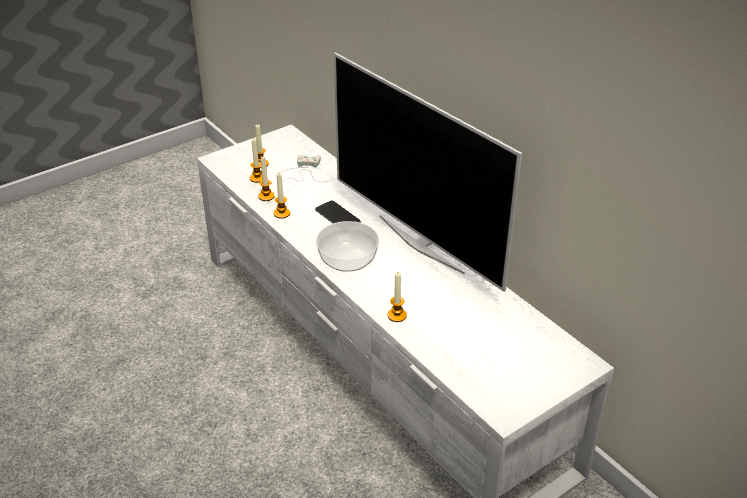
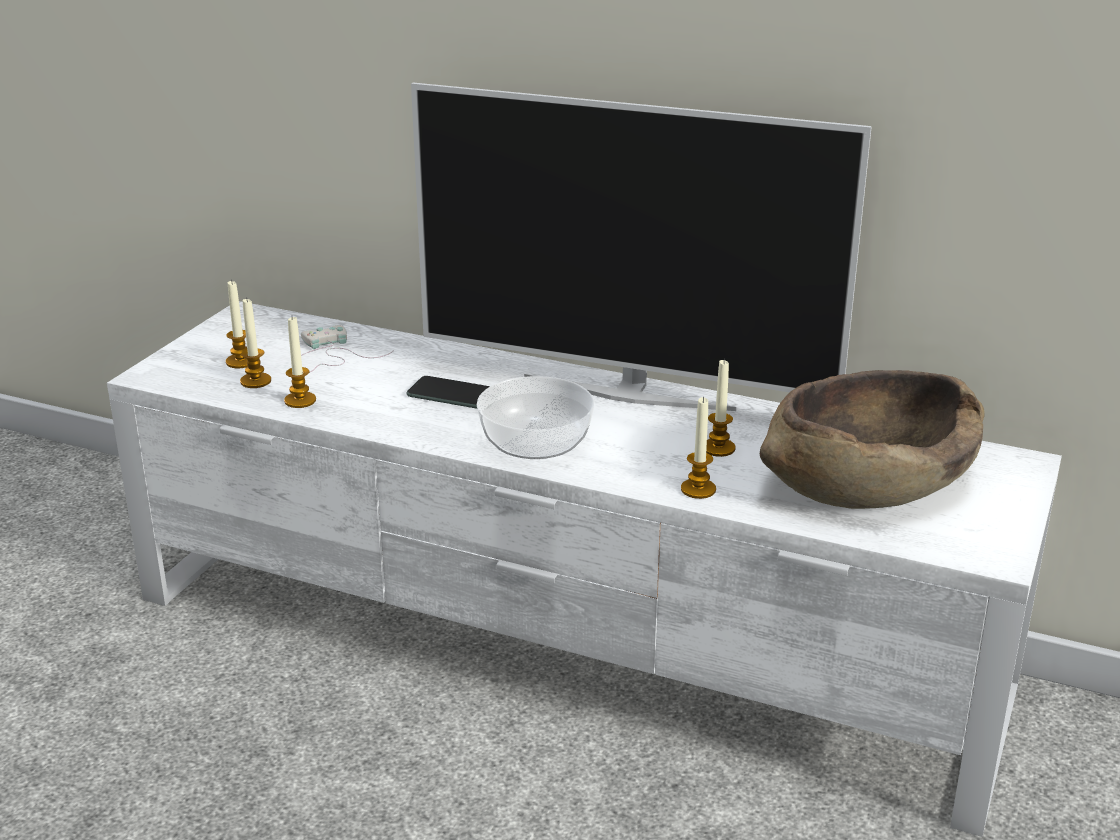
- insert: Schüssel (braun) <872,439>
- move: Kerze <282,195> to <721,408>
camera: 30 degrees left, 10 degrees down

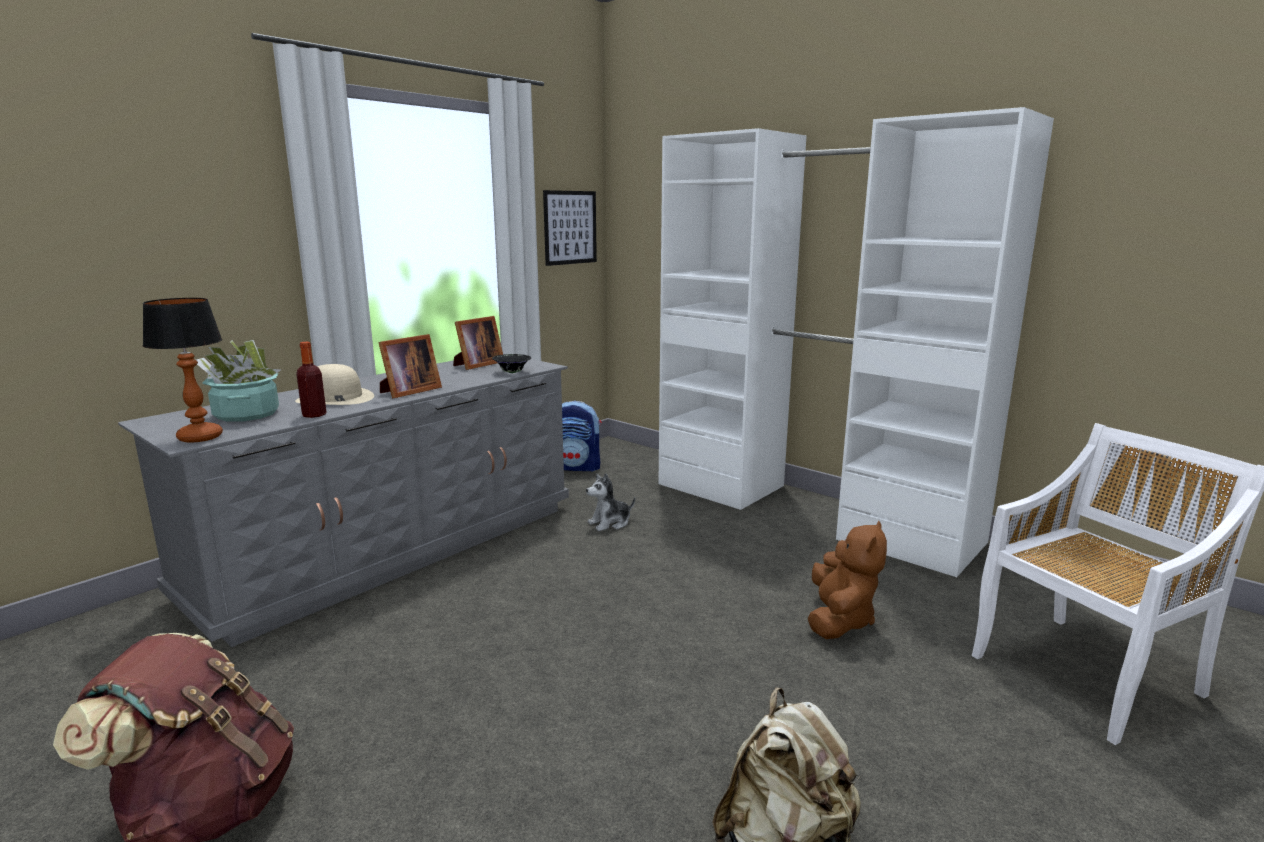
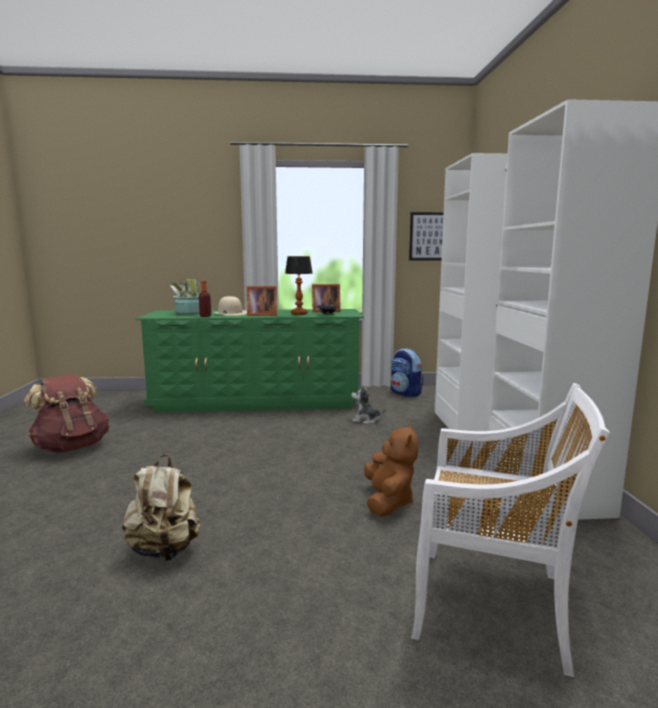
- move: Tischlampe <183,370> to <299,285>
- recolor: Kommode (grau) <343,503> to Kommode (grün) <250,360>
- rotate: Plüschtier (braun) <847,580> = <391,470> 60 degrees counterclockwise
camera: 45 degrees right, 5 degrees down

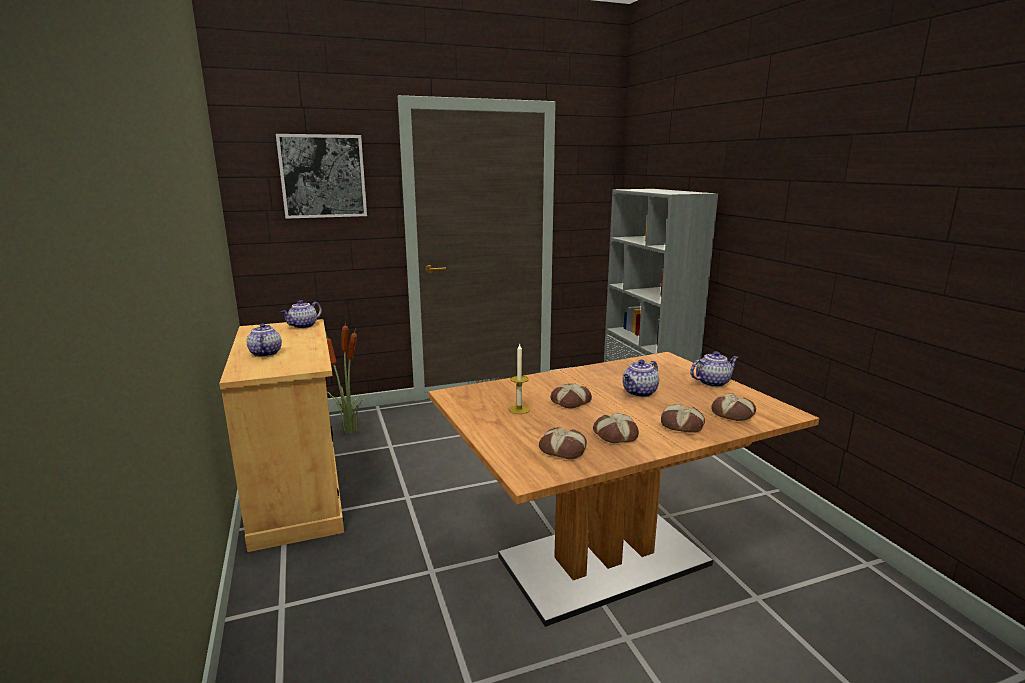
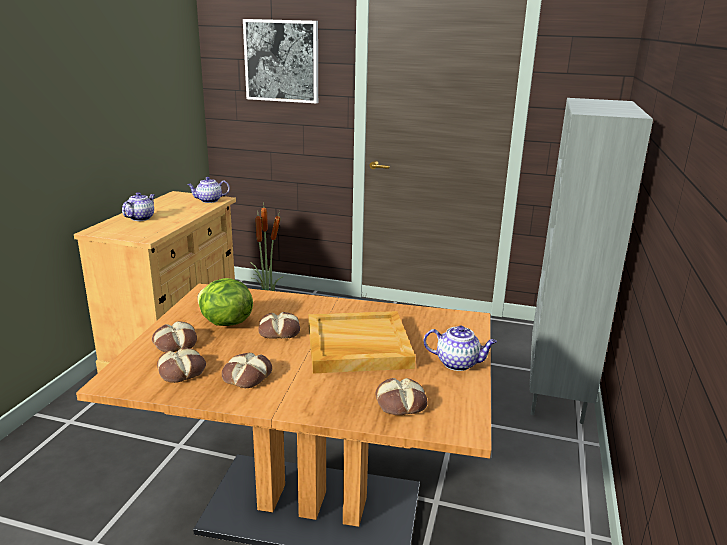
- move: Brot <683,418> to <174,336>
- replace: Kerze <519,379> to Salatkopf <225,302>
- replace: Teekanne <641,378> to Tablett (beige) <361,342>
camera: 35 degrees right, 5 degrees up

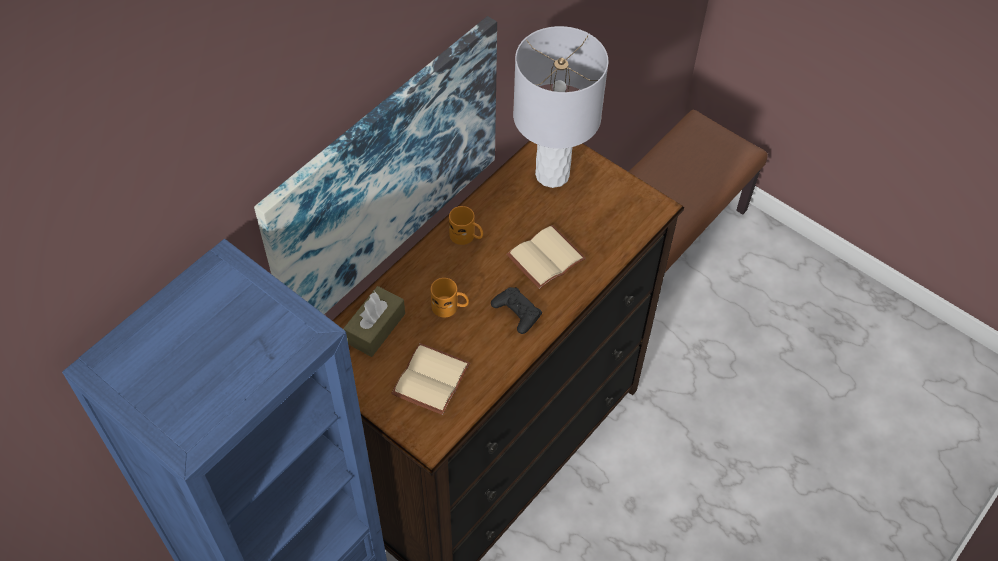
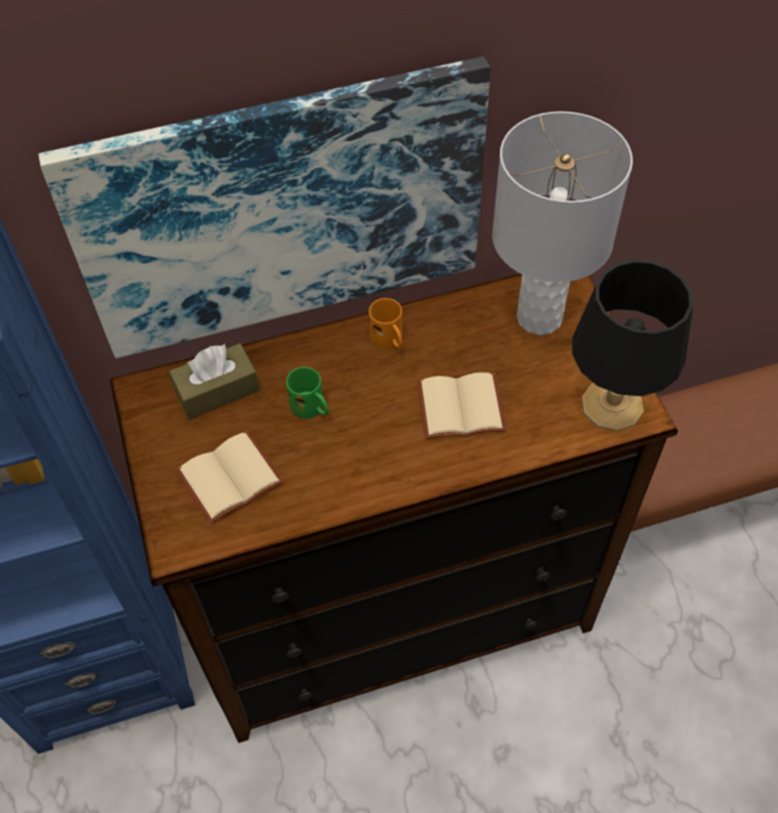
- delete: Gamepad (schwarz) <516,310>
- insert: Tischlampe (schwarz) <632,345>
- recolor: Henkelbecher (orange) <450,298> to Henkelbecher (grün) <307,393>
camera: 35 degrees right, 0 degrees up

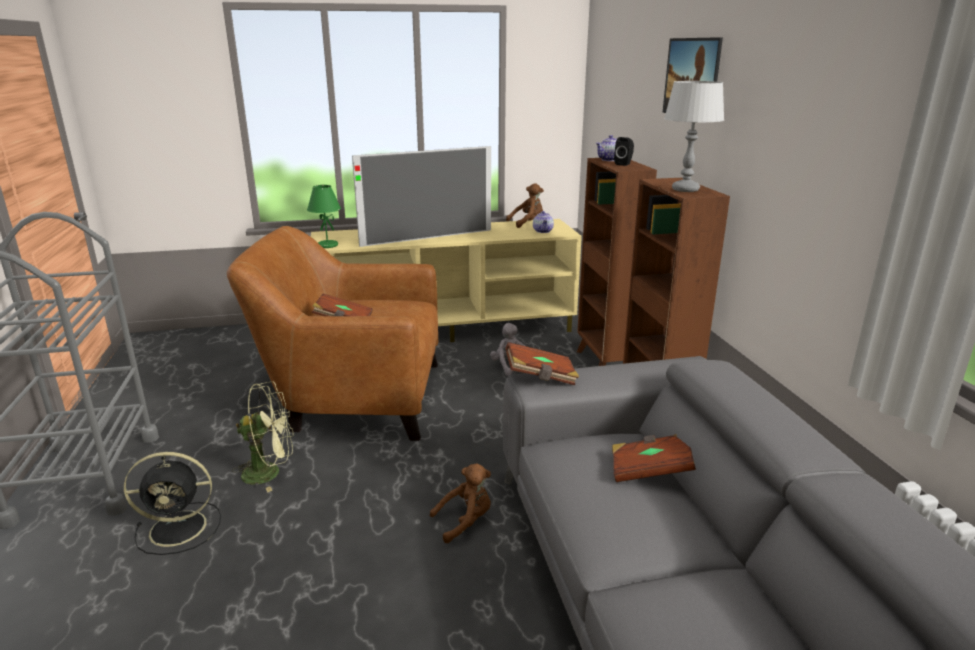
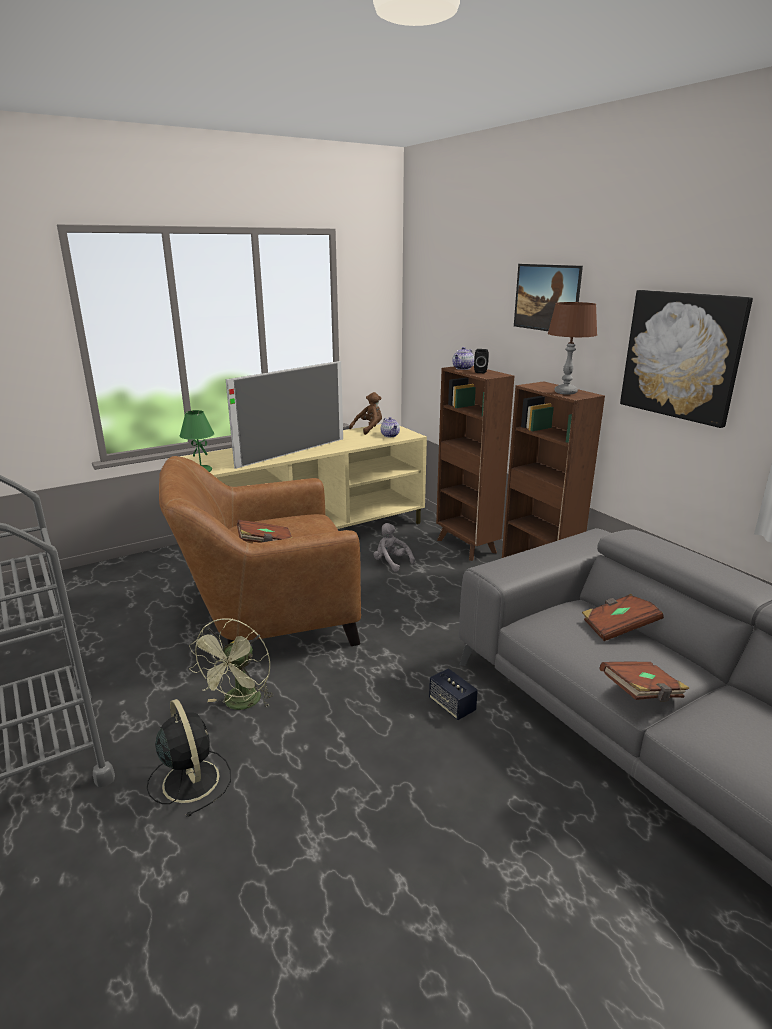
- insert: Bild <686,359>
- move: Buch (braun) <542,363> to <644,682>
- replace: Plüschtier (braun) <460,503> to Lautsprecher <453,694>
- recolor: Tischlampe (grau) <694,136> to Tischlampe (braun) <572,348>
- rotate: Ventilator (schwarz) <172,503> = <189,758> 90 degrees counterclockwise
- rotate: Ventilator (grün) <263,437> = <231,664> 135 degrees clockwise
camera: 20 degrees left, 0 degrees up

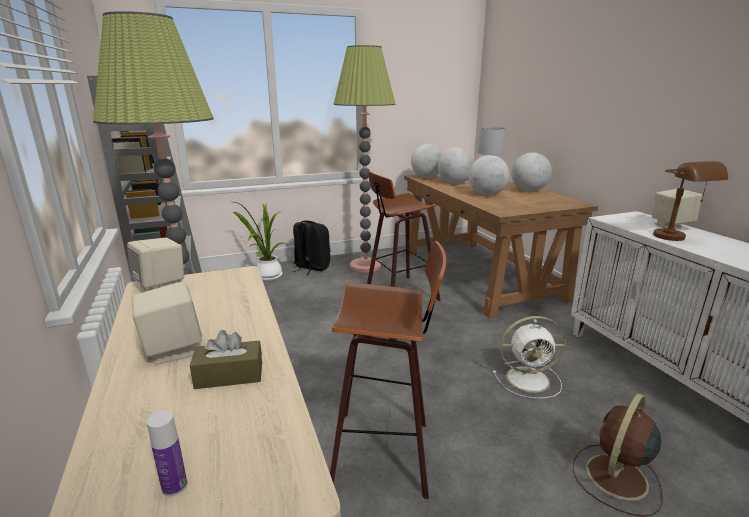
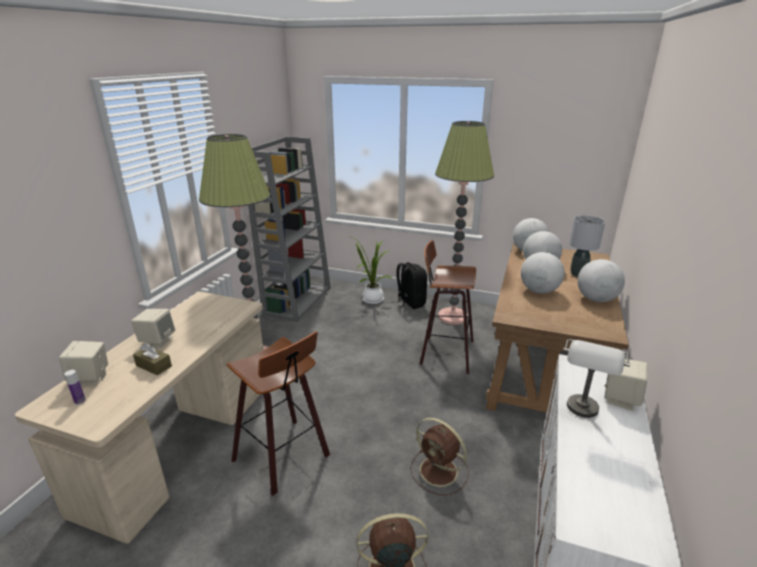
- move: Lautsprecher (beige) <155,264> to <83,363>
- recolor: Ventilator (weiß) <529,357> to Ventilator (braun) <439,456>
- recolor: Tischlampe (braun) <690,201> to Tischlampe (grau) <596,378>
camera: 40 degrees right, 5 degrees up

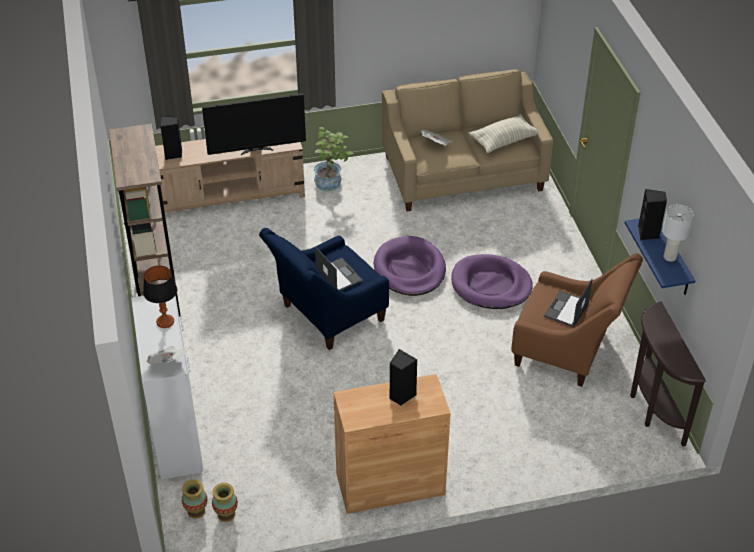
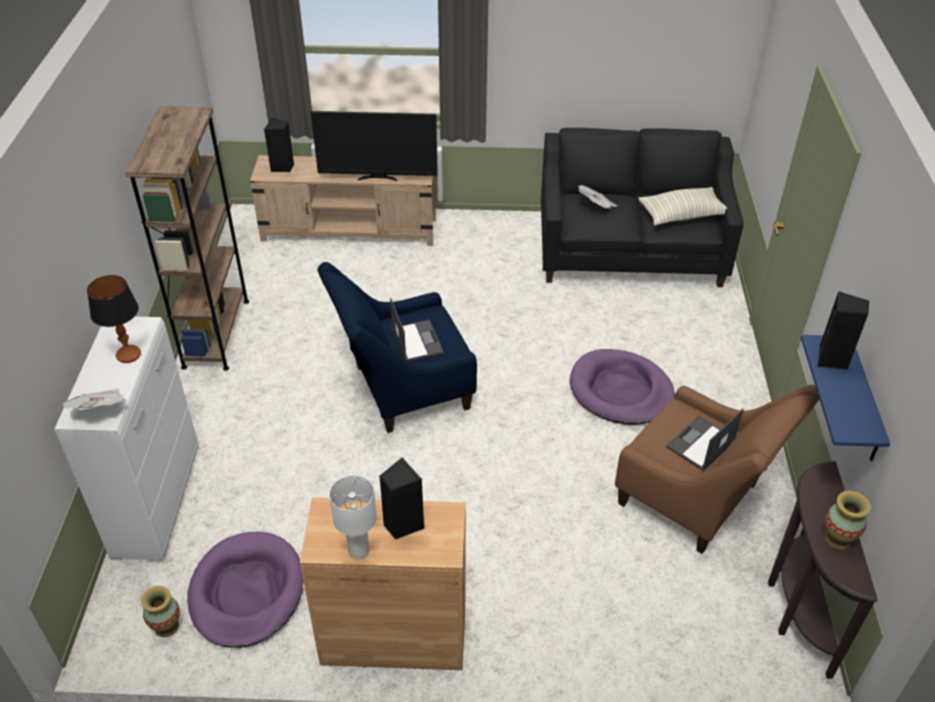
- delete: Topfpflanze <333,159>
- move: Vase <194,498> to <848,520>
- move: Hundebett (lila) <410,266> to <245,589>
- move: Tischlampe (weiß) <678,233> to <353,517>
- recolor: Sofa (beige) <467,140> to Sofa (schwarz) <642,207>
camera: 15 degrees right, 0 degrees up

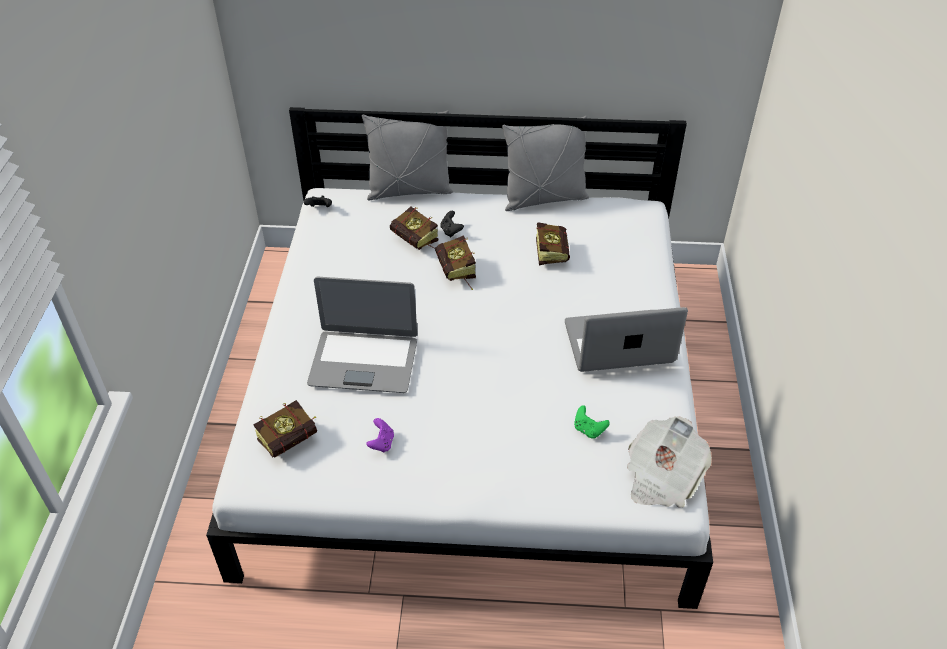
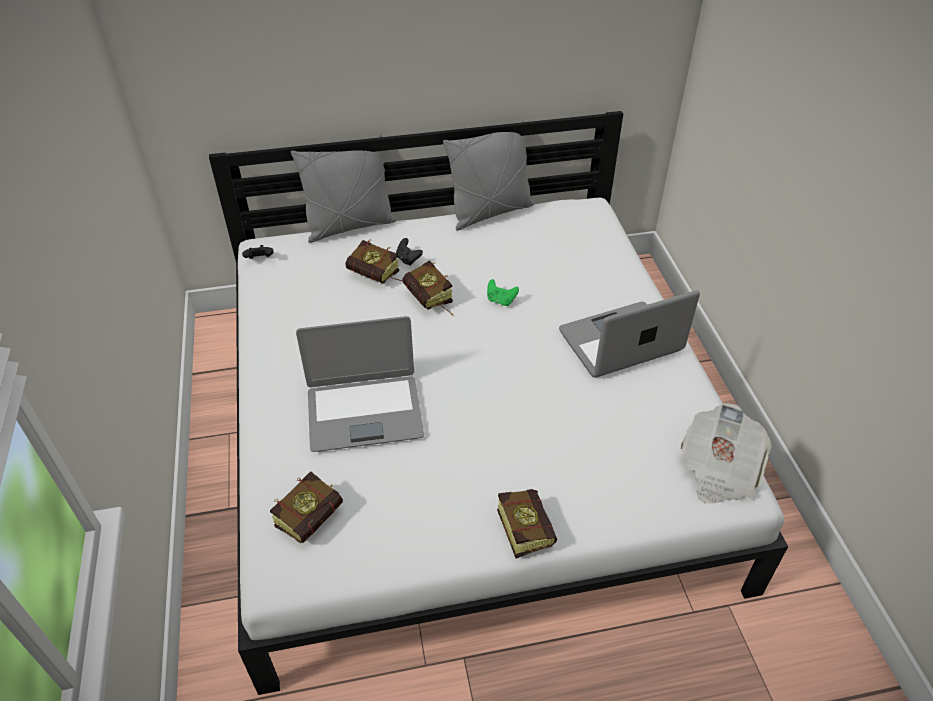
- delete: Gamepad (lila) <380,435>
- move: Buch <553,244> to <527,524>
- move: Gamepad (grün) <592,422> to <503,292>
camera: 15 degrees left, 0 degrees up

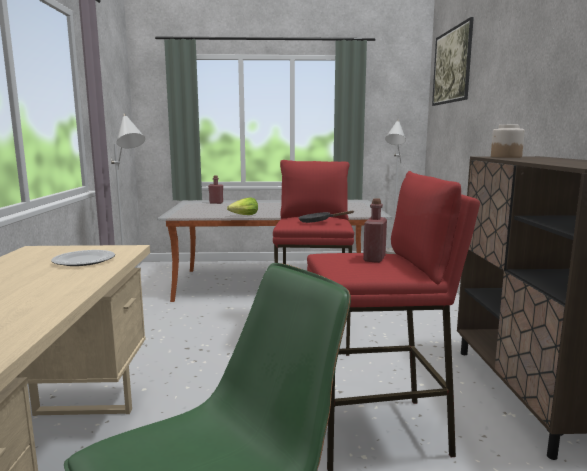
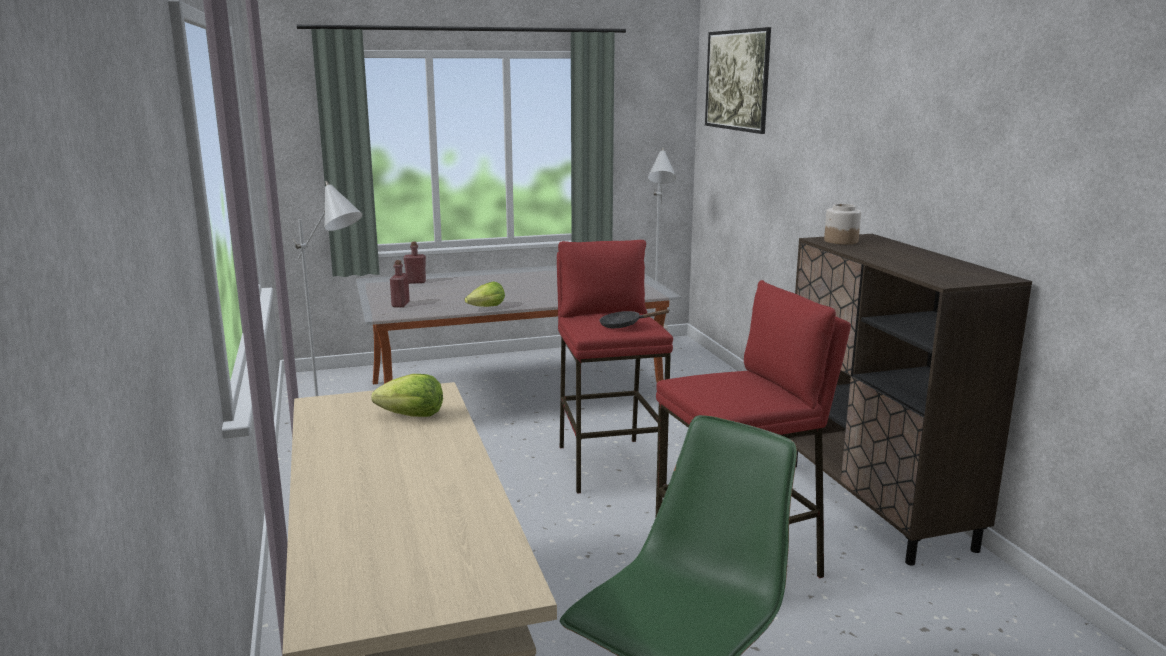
- move: Flasche (rot) <375,230> to <400,283>
- replace: Teller <83,258> to Salatkopf <407,395>
camera: 15 degrees left, 5 degrees up

